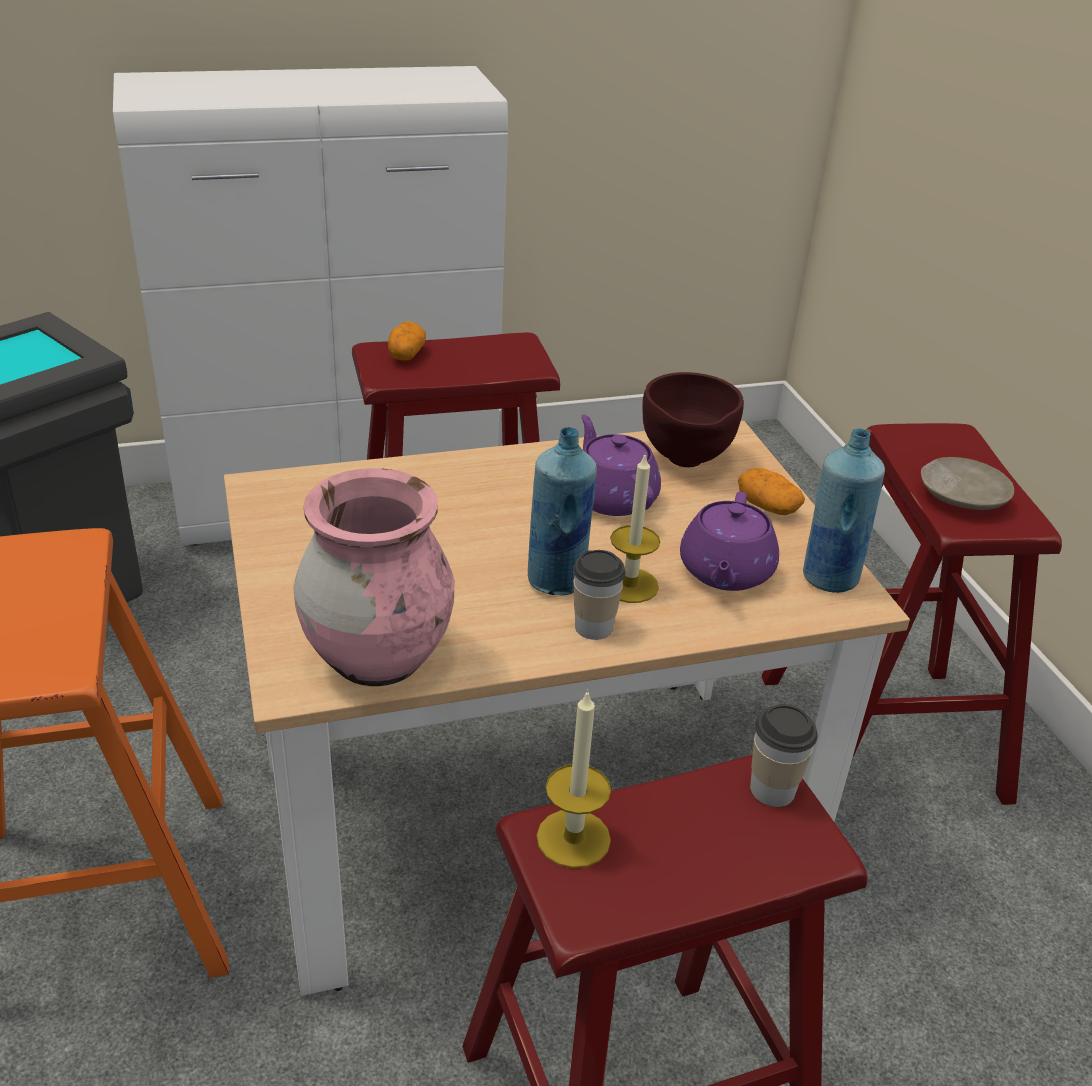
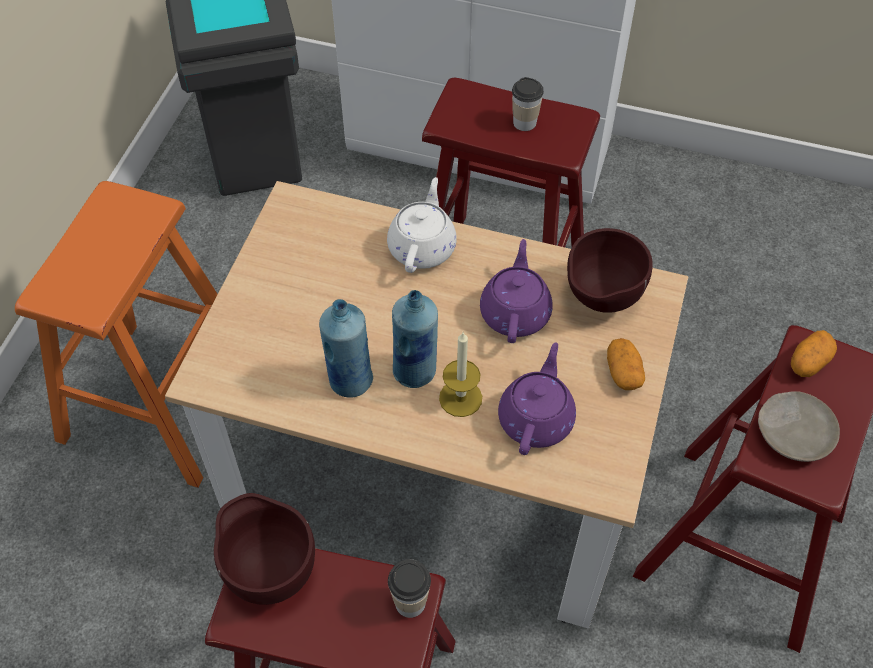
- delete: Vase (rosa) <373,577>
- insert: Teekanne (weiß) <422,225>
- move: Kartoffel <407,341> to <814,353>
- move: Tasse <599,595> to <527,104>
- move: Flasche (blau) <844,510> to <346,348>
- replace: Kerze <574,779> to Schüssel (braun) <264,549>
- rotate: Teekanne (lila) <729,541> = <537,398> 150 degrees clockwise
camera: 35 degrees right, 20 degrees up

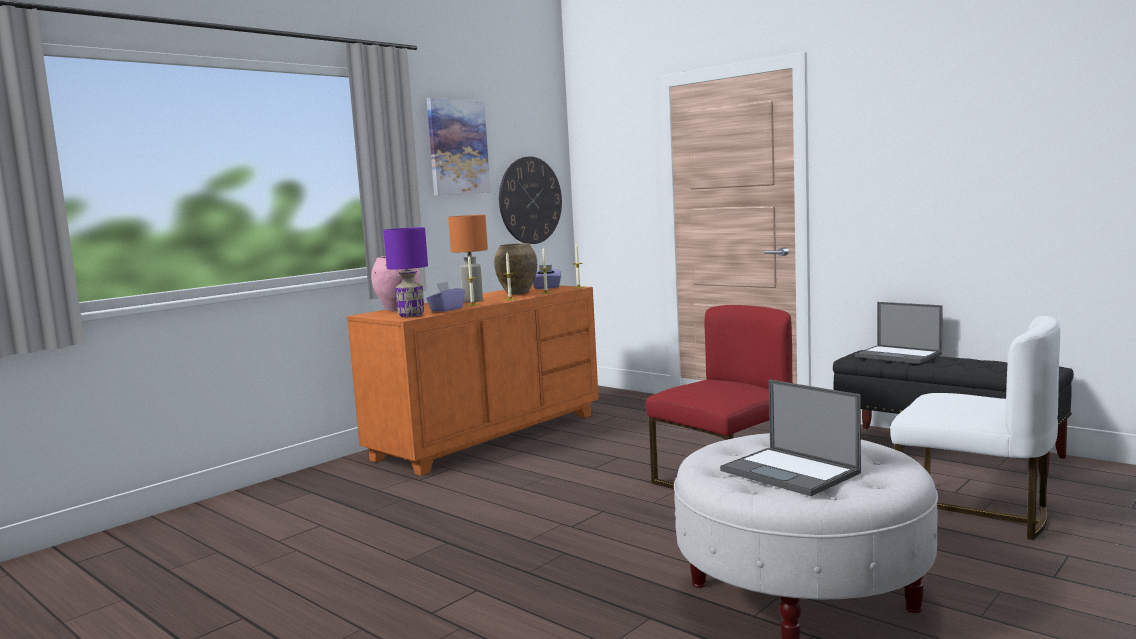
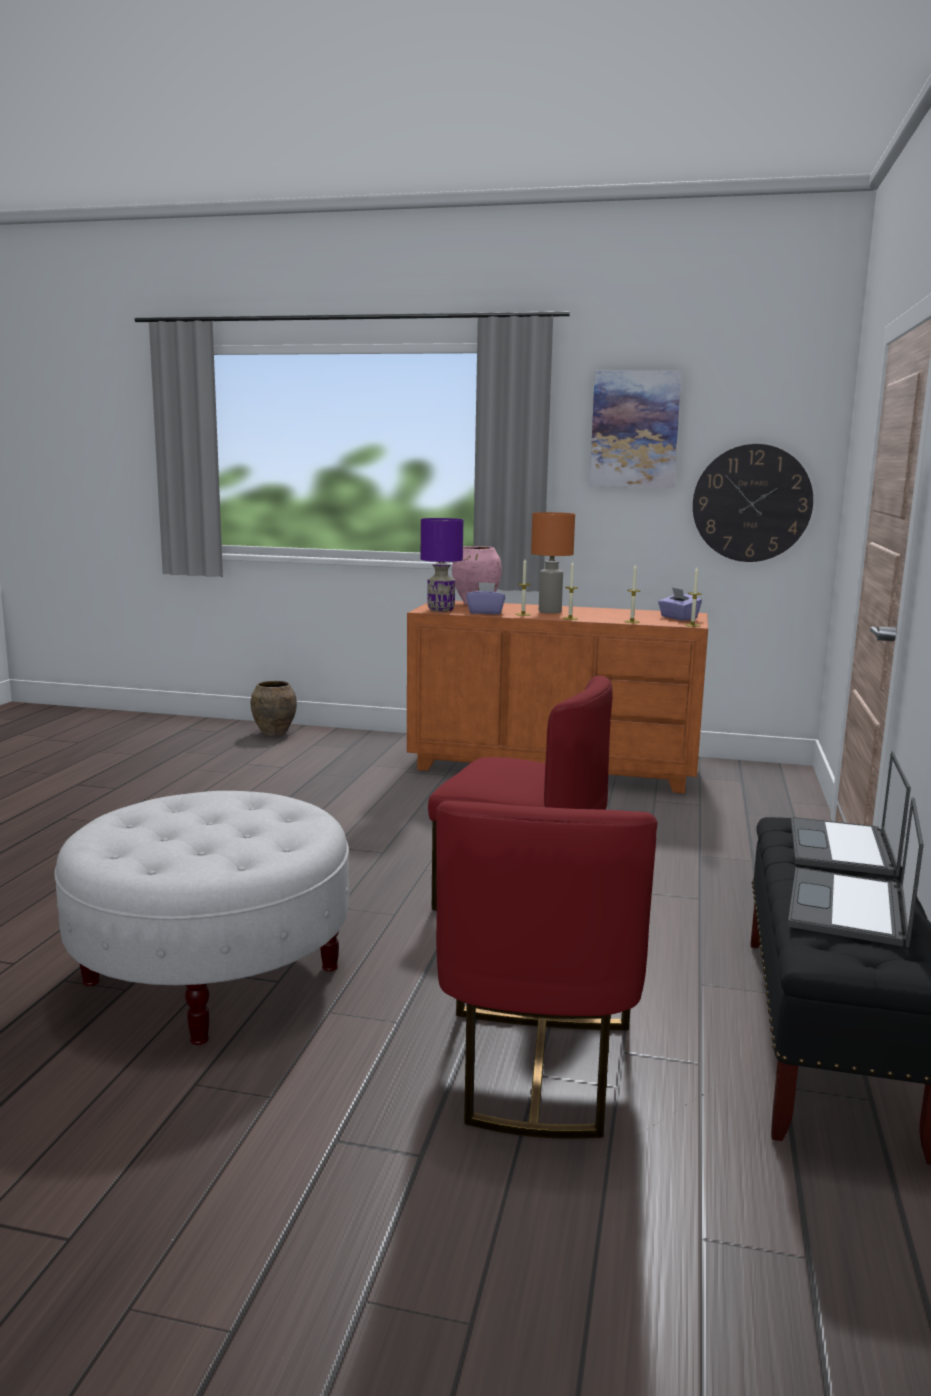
- move: Vase (braun) <515,268> to <274,709>
- move: Laptop <790,437> to <855,872>
- recolor: Stuhl (weiß) <975,428> to Stuhl (rot) <546,970>
camera: 60 degrees right, 5 degrees up

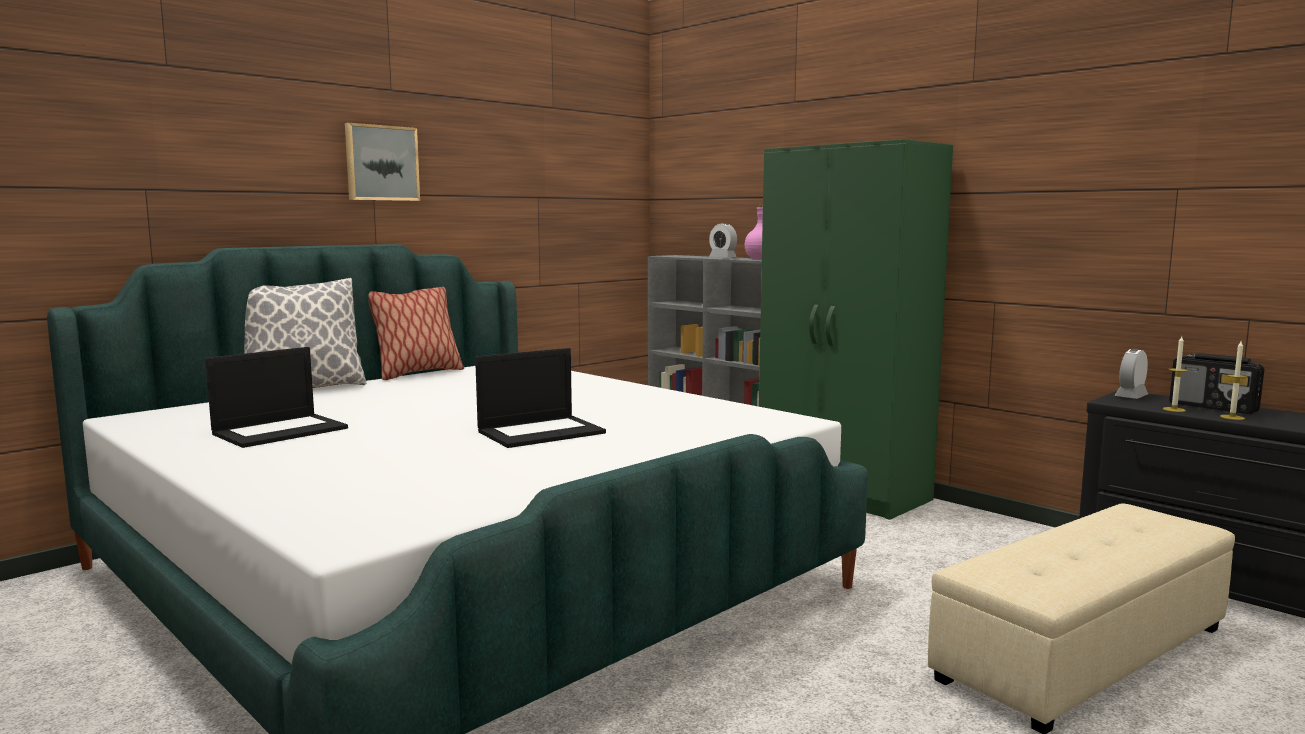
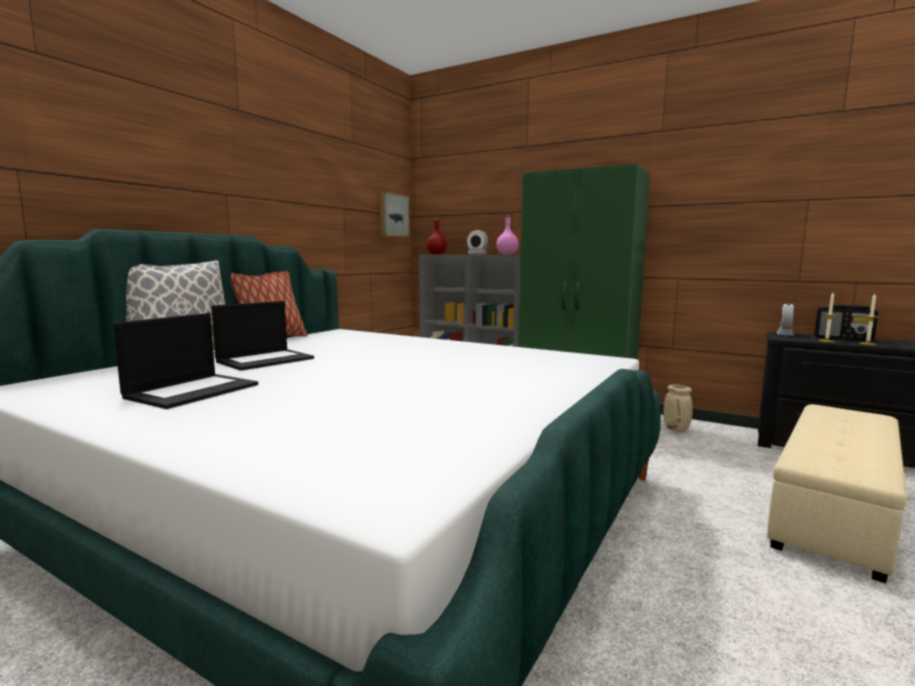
- insert: Flasche (rot) <437,236>
- insert: Vase (beige) <678,408>
- move: Bild <382,162> to <395,214>
- move: Laptop <540,398> to <262,336>
camera: 15 degrees left, 0 degrees up

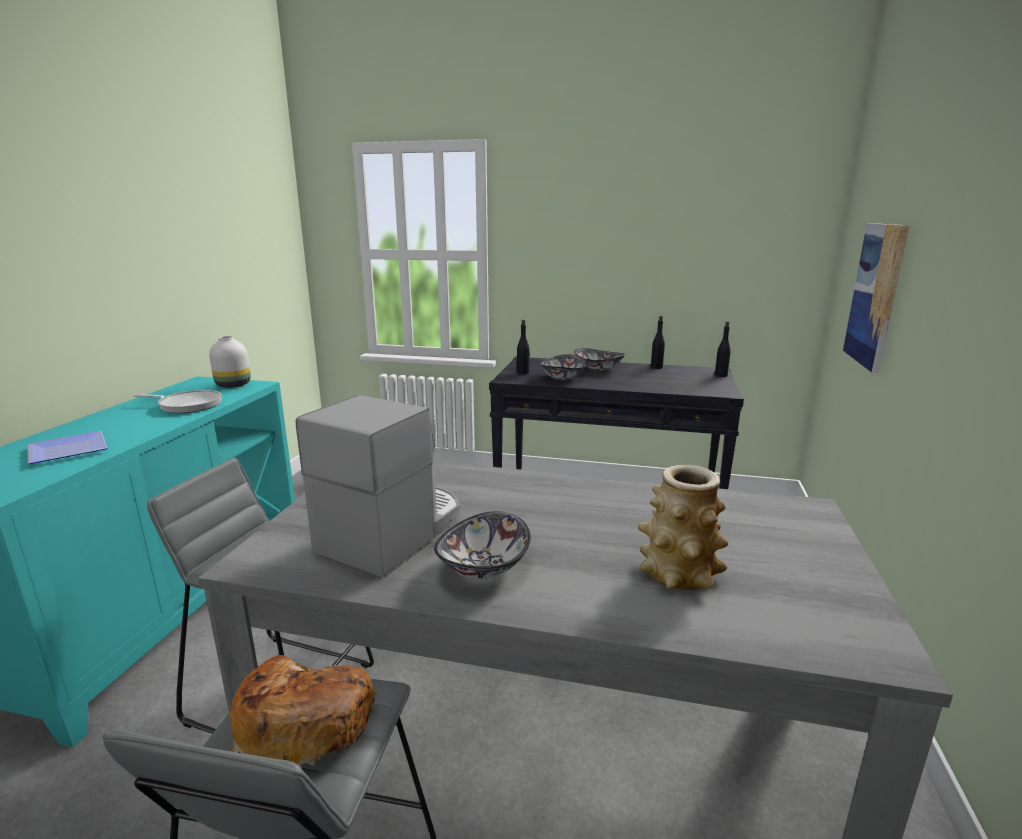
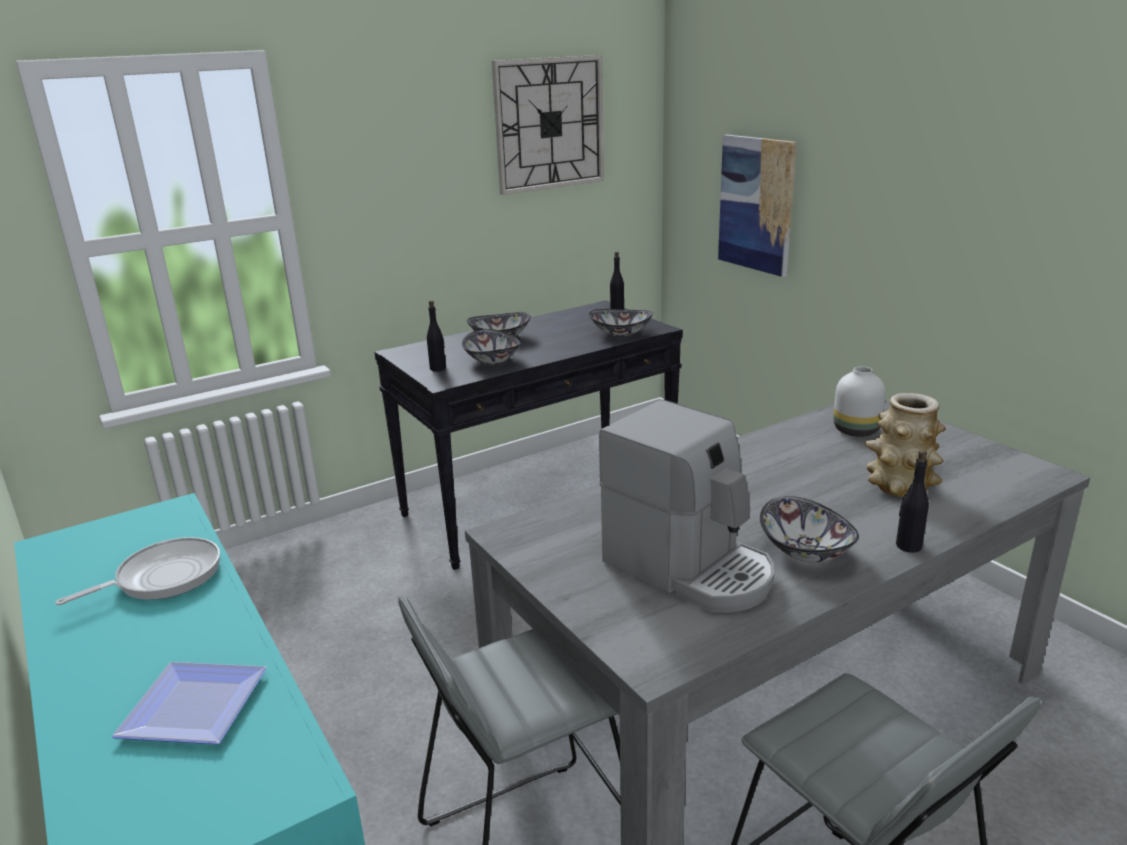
- delete: Brot <303,711>
- insert: Wanduhr <548,125>
- insert: Schüssel <621,322>
- move: Vase (weiß) <230,362> to <859,401>
- move: Flasche (schwarz) <658,342> to <912,502>
- rotate: Kaffeemaschine <378,486> = <686,506> 150 degrees clockwise
camera: 45 degrees left, 5 degrees up

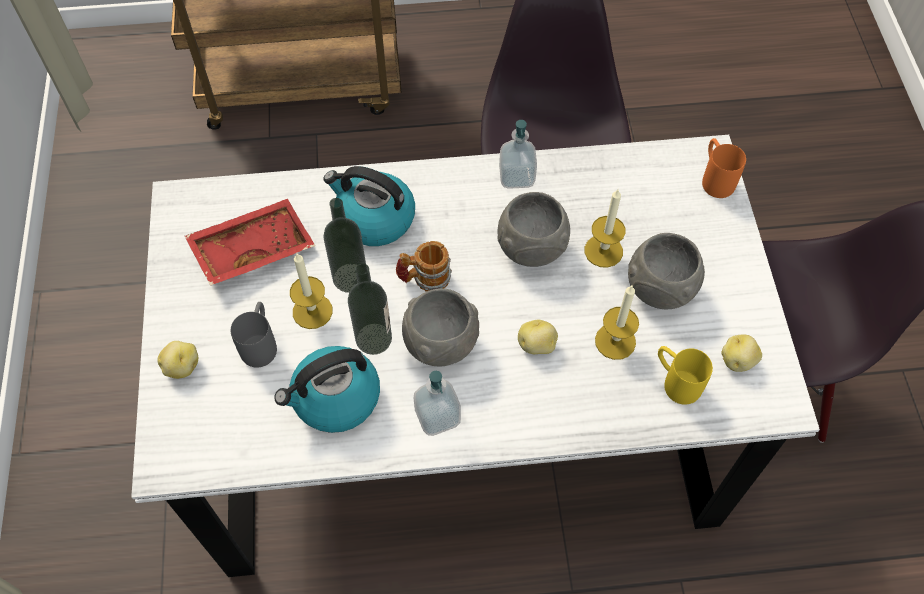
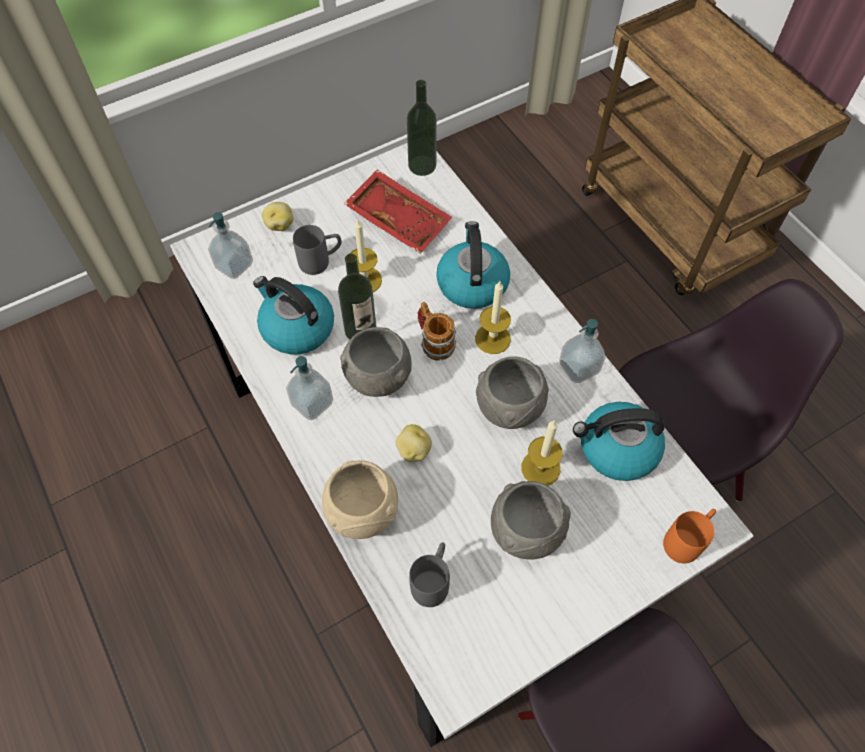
- delete: Kartoffel <741,353>
- insert: Seifenspender <230,245>
- insert: Schüssel (beige) <360,500>
- insert: Wasserkessel <619,441>
- move: Flasche <344,245> to <422,128>
- move: Kerze <617,323> to <493,317>
- recolor: Henkelbecher (gelb) <685,375> to Henkelbecher (grau) <429,574>
camera: 65 degrees right, 0 degrees up

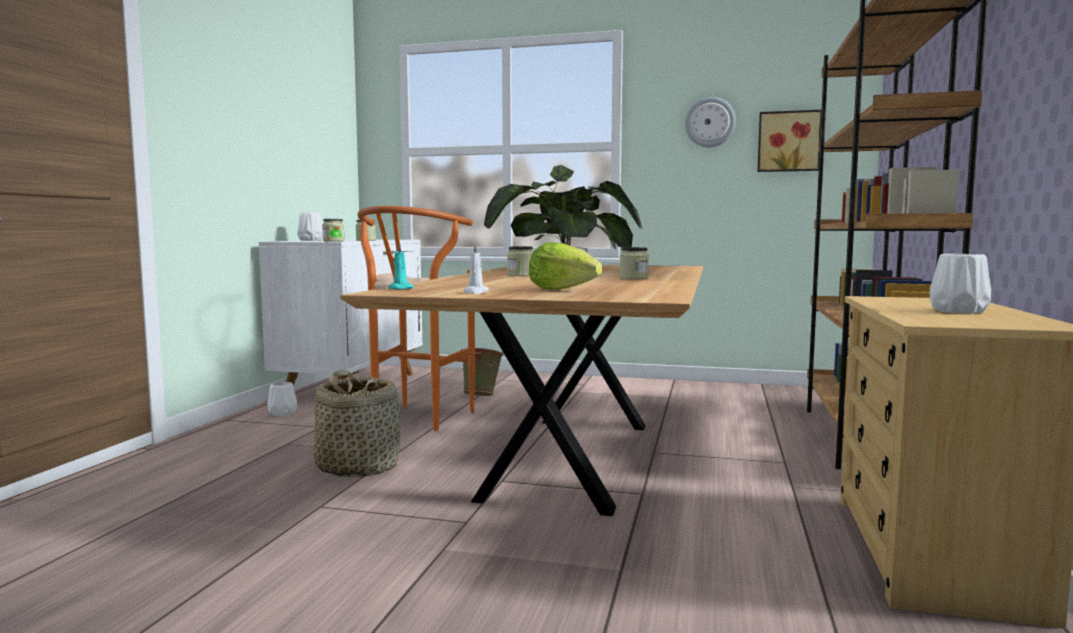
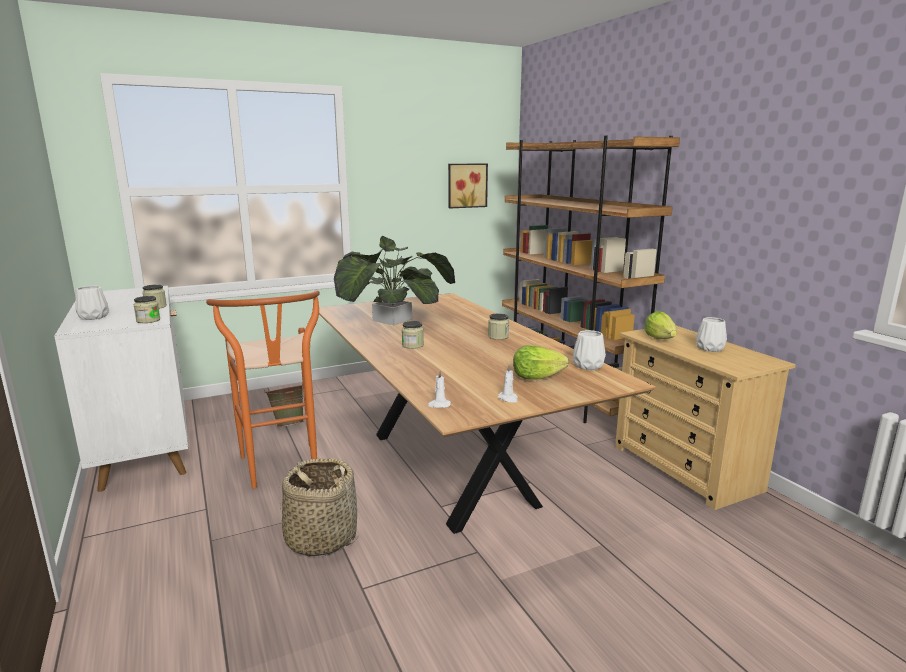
- delete: Wanduhr <710,122>
- insert: Salatkopf <660,325>
- move: Vase (weiß) <282,399> to <589,350>
- recolor: Kerze (türkis) <401,265> to Kerze (weiß) <439,389>
camera: 40 degrees left, 10 degrees up

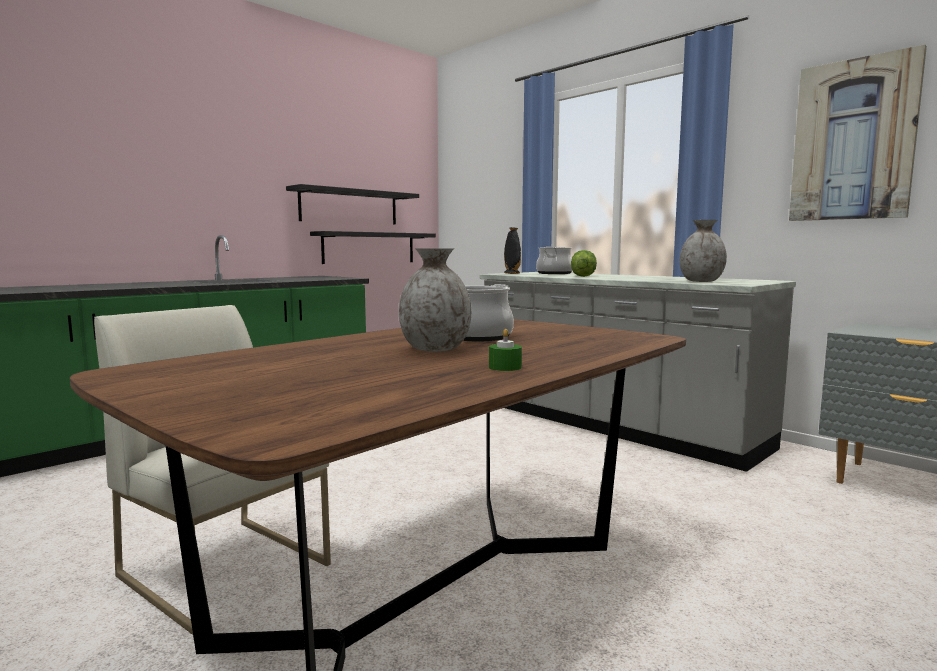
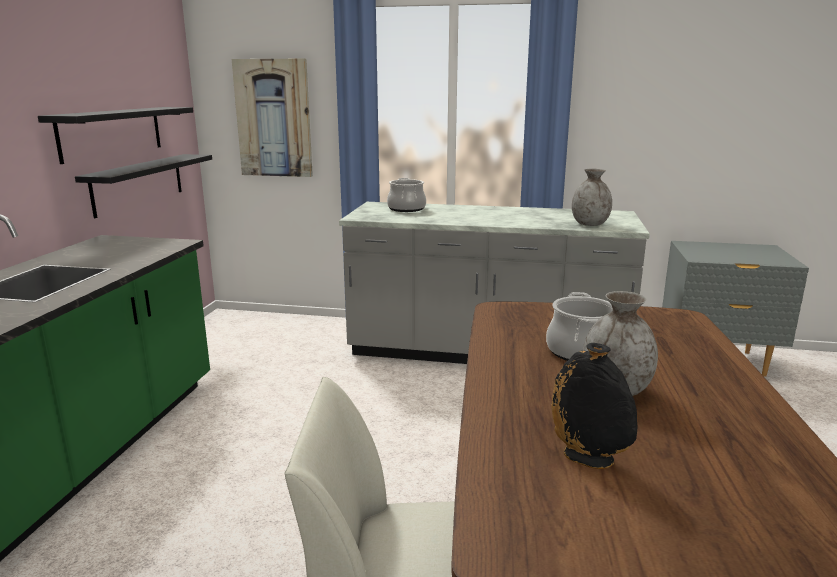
- delete: Kerze (grün) <505,350>
- delete: Salatkopf <584,263>
- move: Vase (schwarz) <512,250> to <594,406>
- move: Bild <858,133> to <272,118>
camera: 35 degrees left, 10 degrees up

